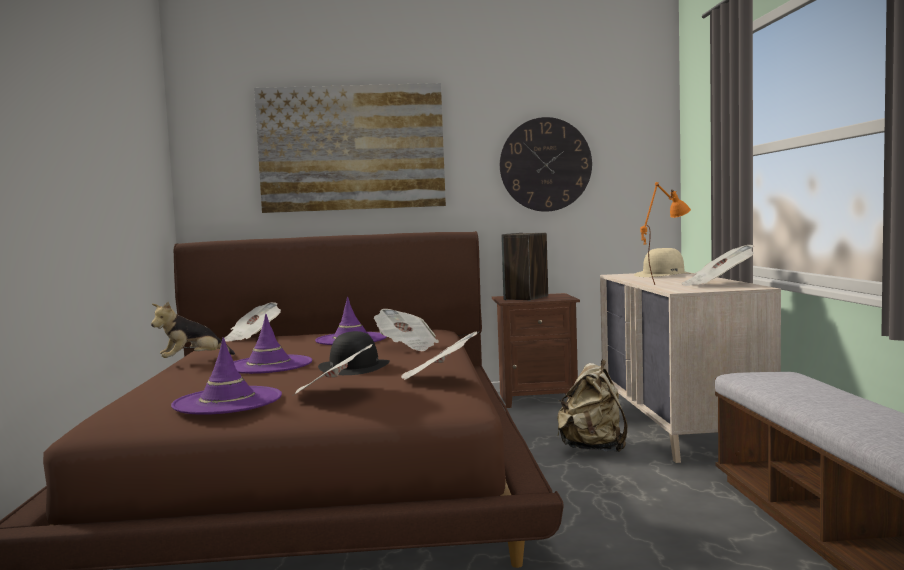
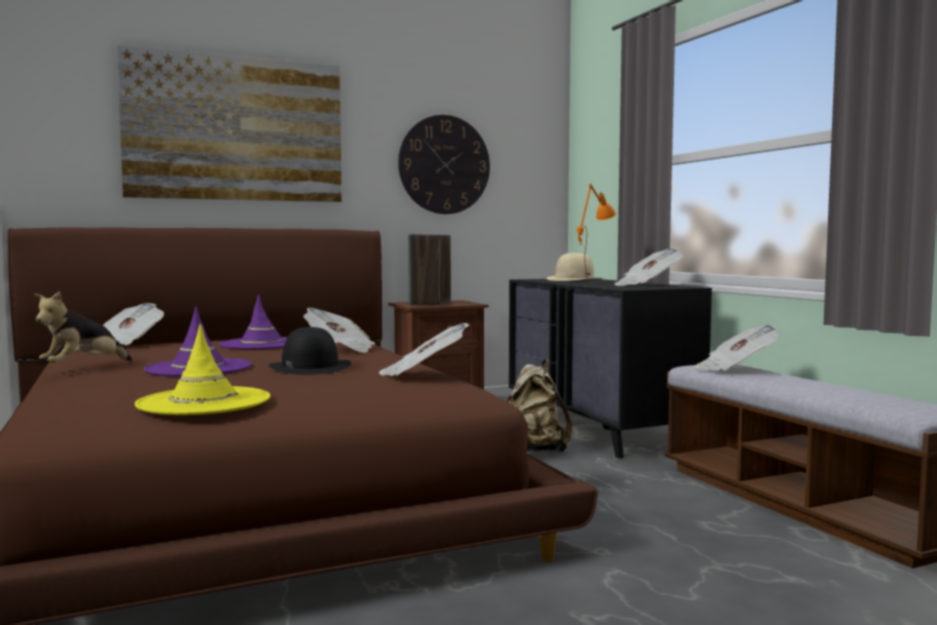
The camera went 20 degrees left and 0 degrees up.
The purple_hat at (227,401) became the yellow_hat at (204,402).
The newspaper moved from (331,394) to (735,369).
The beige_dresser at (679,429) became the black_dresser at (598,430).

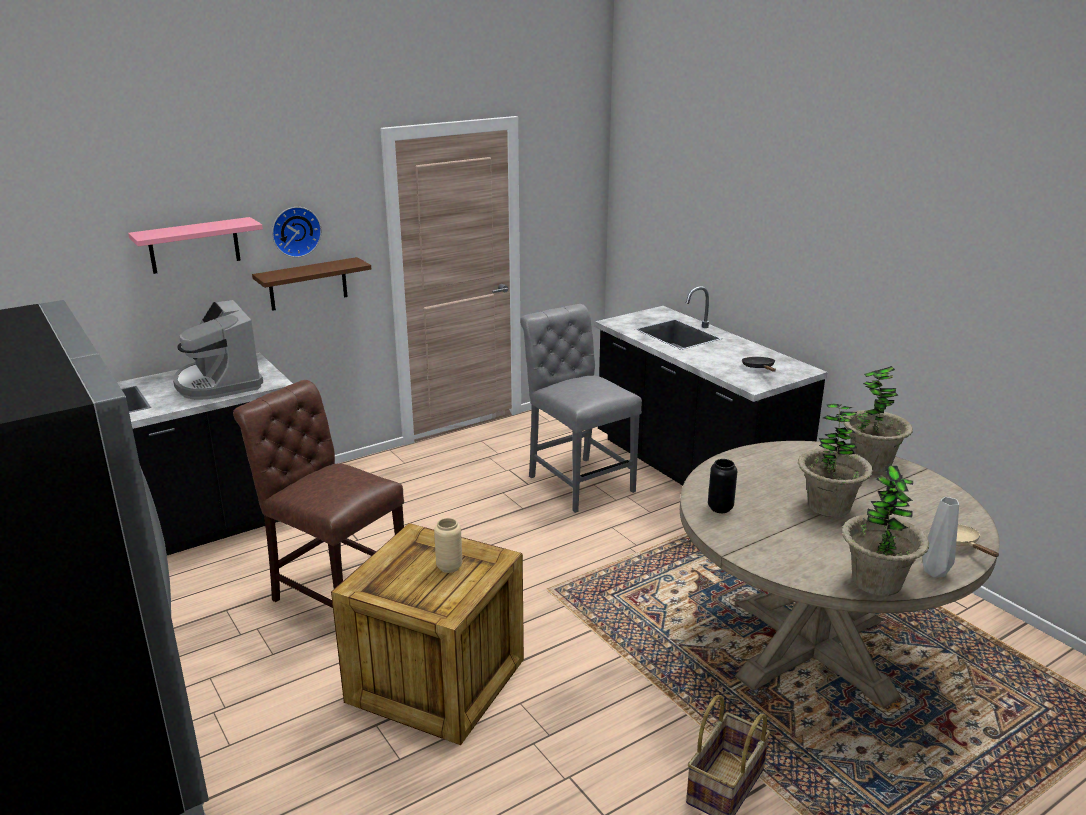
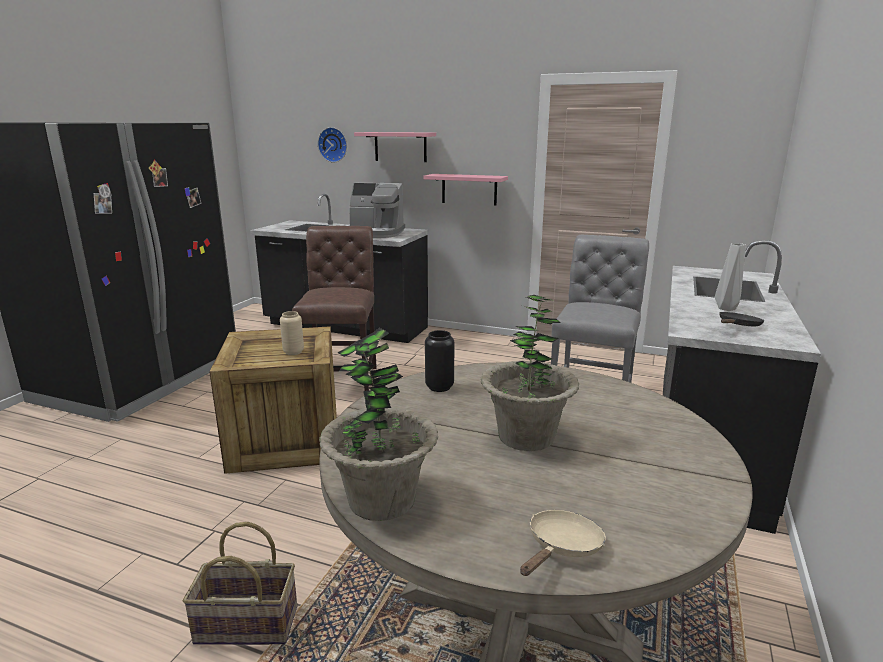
The camera went 55 degrees right and 5 degrees down.
The coffee_machine at (219,383) turned 105 degrees counterclockwise.
The brown_shelf at (308,284) became the pink_shelf at (469,189).
The wall_clock moved from (295,231) to (333,144).
The potted_plant at (871,463) disappeared.
The grey_vase moved from (935,571) to (727,308).

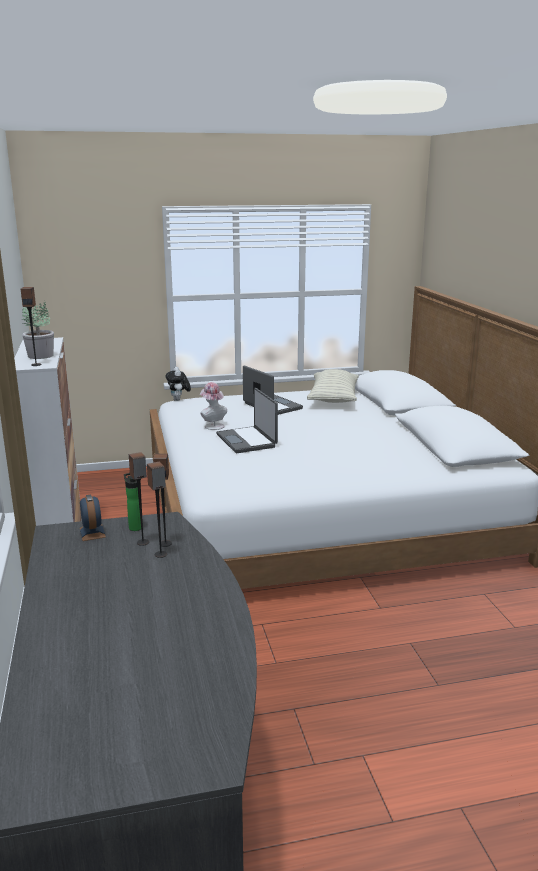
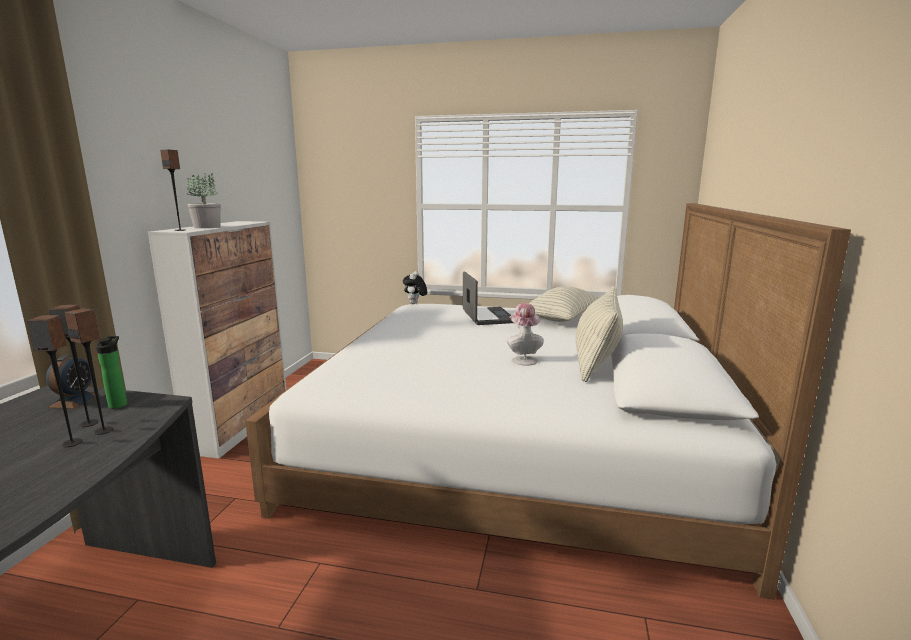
The camera went 25 degrees right and 5 degrees down.
The hat moved from (212,425) to (523,359).
The laptop at (247,441) disappeared.
The pillow at (596,361) appeared.

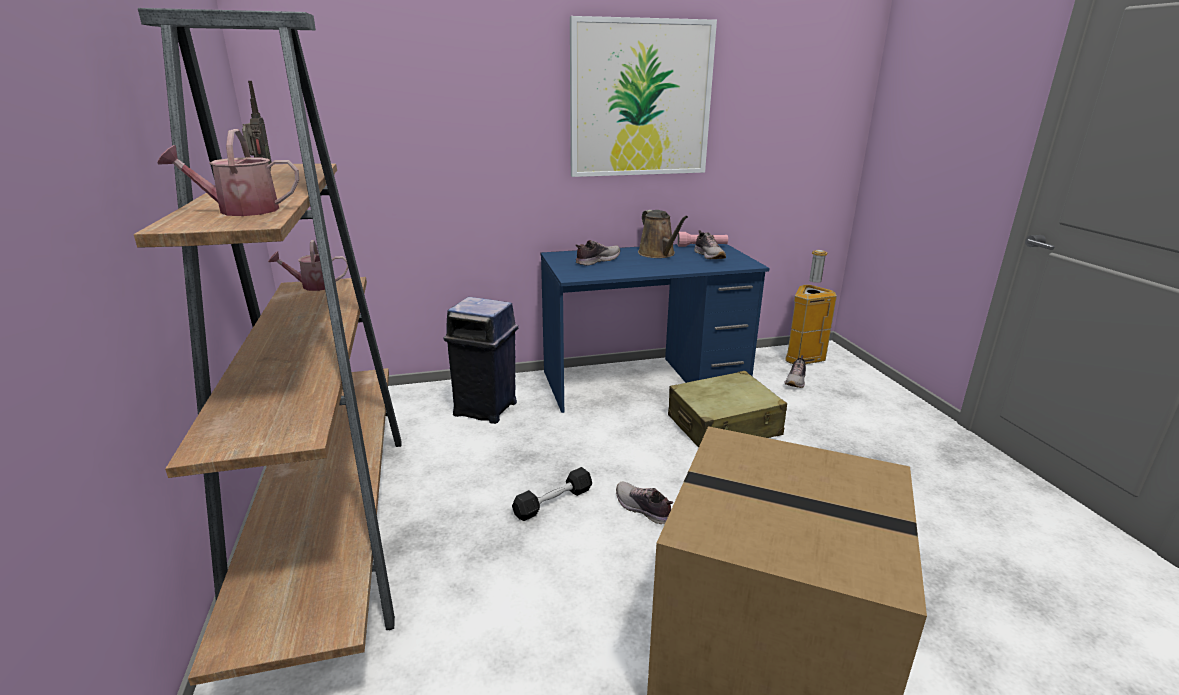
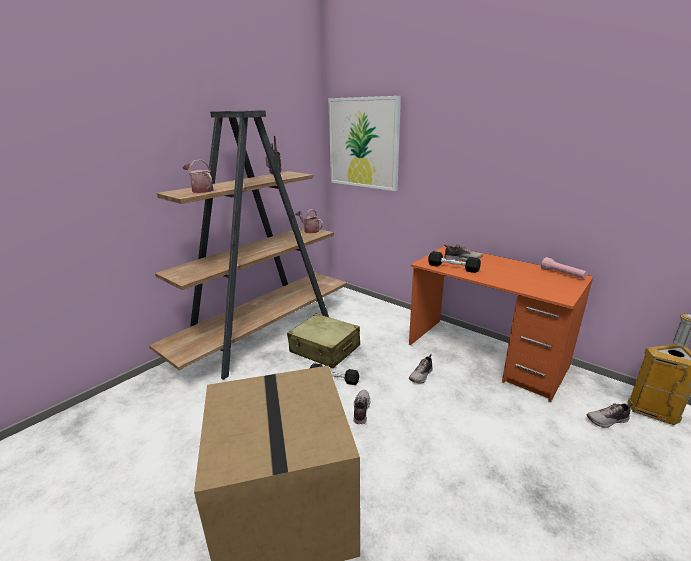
The camera went 55 degrees right and 0 degrees up.
The blue_trash_can at (486,409) disappeared.
The blue_desk at (644,381) became the orange_desk at (485,355).
The picture moved from (640,99) to (363,143).
The brown_watering_can at (658,254) disappeared.
The beige_suitcase moved from (724,426) to (325,349).
The shoe moved from (709,256) to (421,375).
The black_dumbbell at (453,267) appeared.

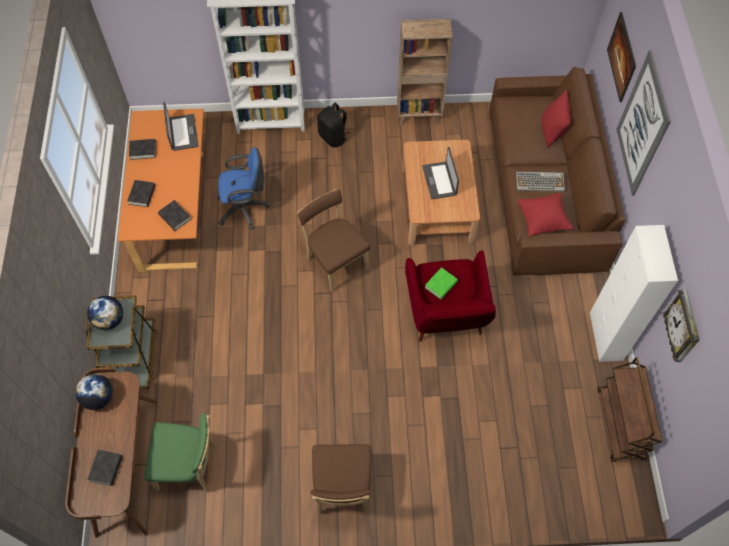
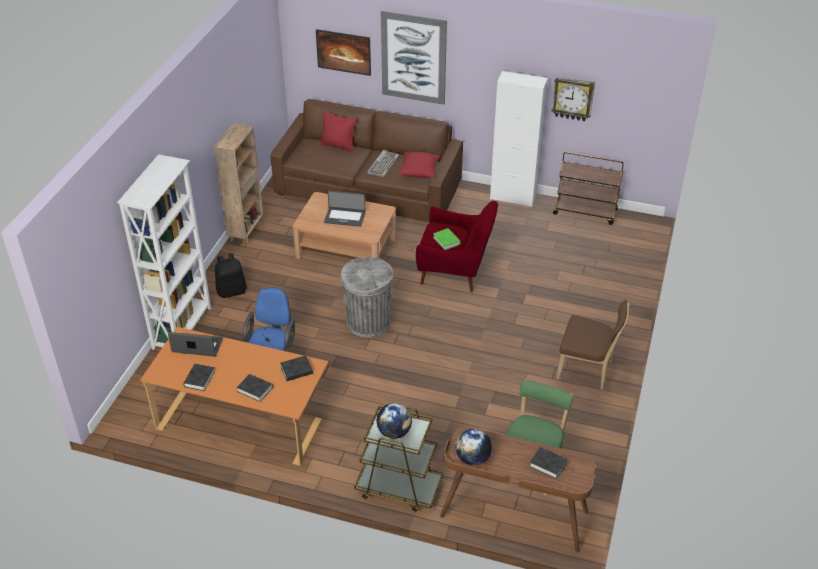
The camera went 70 degrees left and 20 degrees down.
The brown_chair at (335,261) was replaced by the grey_trash_can at (368,322).

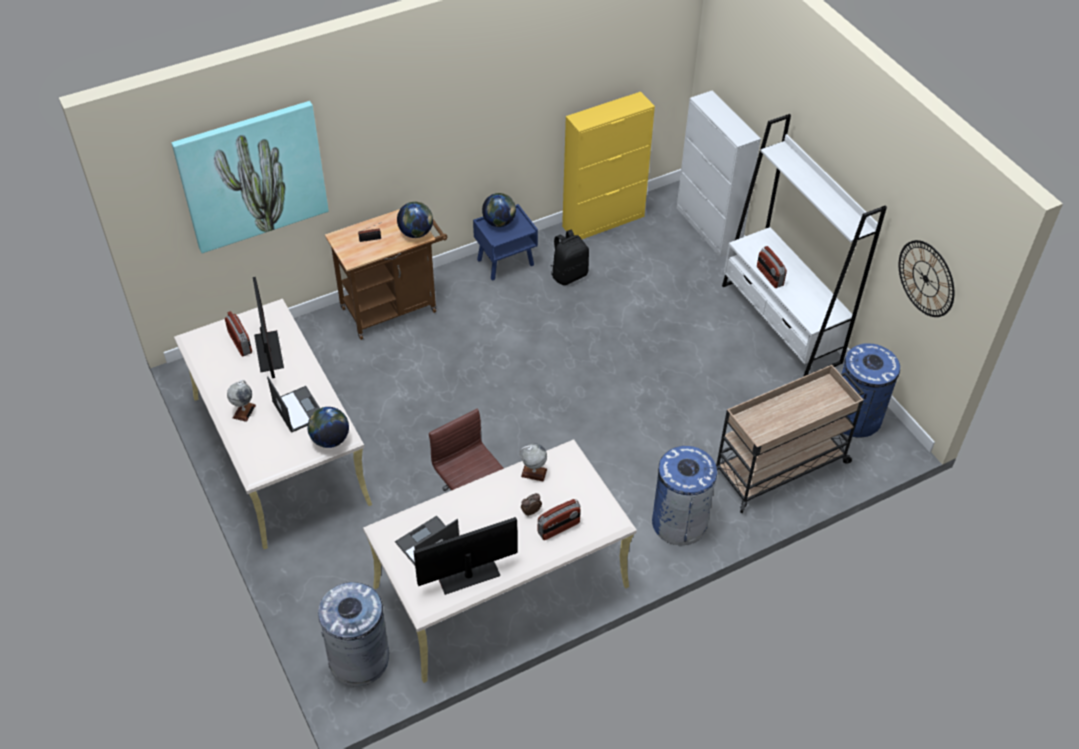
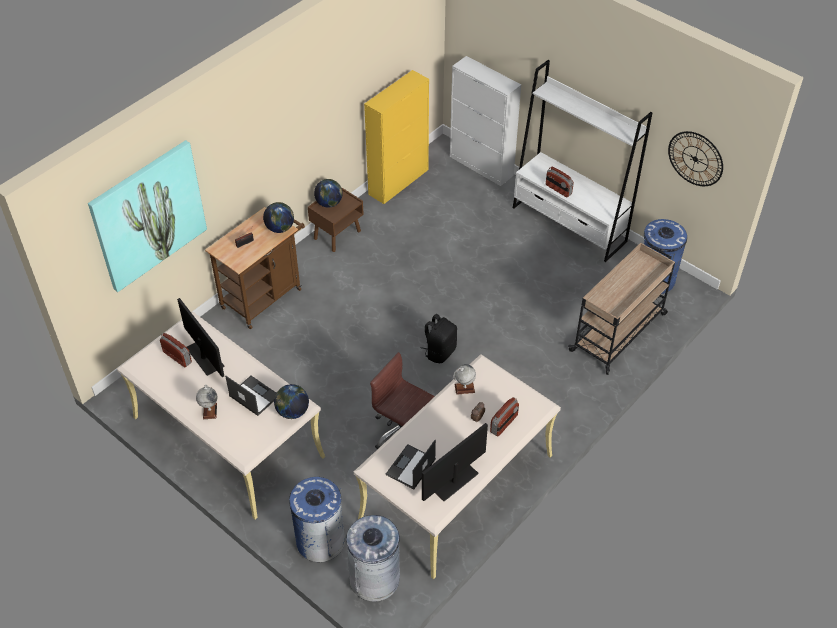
The camera went 20 degrees left and 0 degrees up.
The blue_nightstand at (506,262) became the brown_nightstand at (337,234).
The black_backpack moved from (569,275) to (440,352).
The blue_trash_can moved from (679,522) to (320,540).

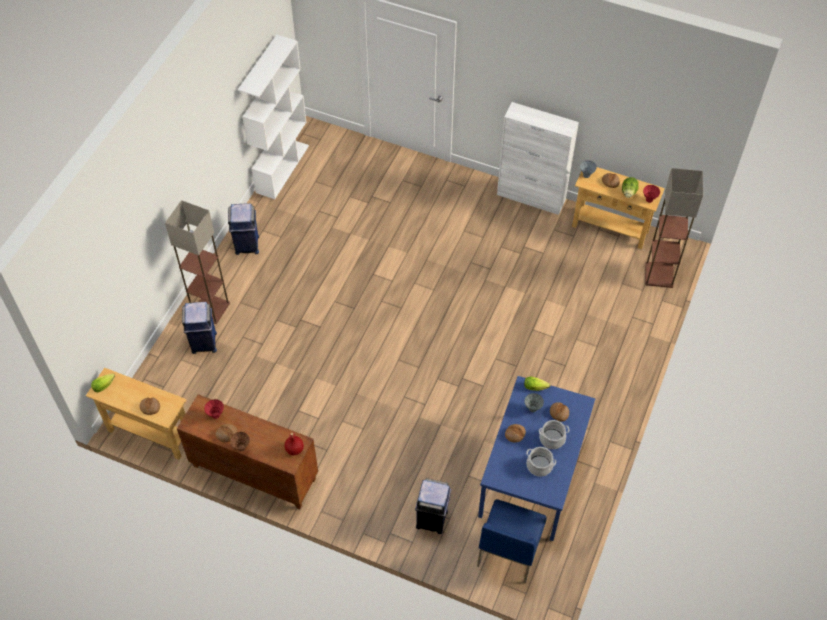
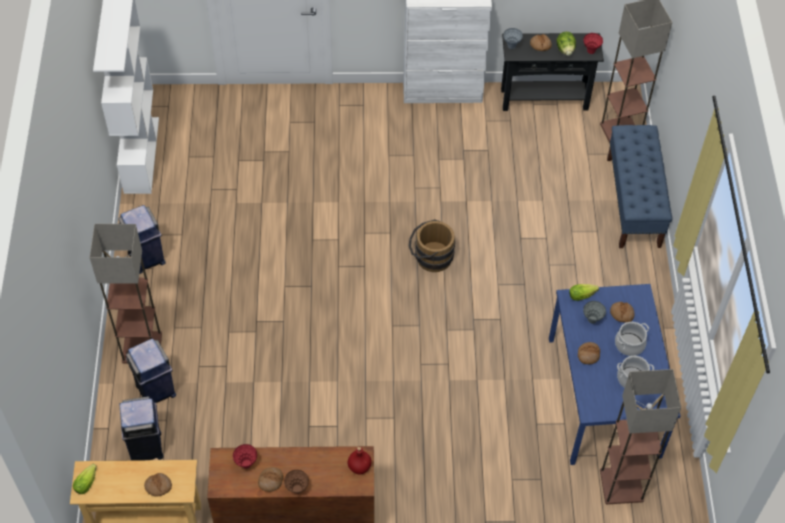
The camera went 25 degrees left and 0 degrees up.
The blue_trash_can moved from (432,519) to (147,447).
The blue_chair at (508,549) was replaced by the floor_lamp at (621,486).
The beige_console_table at (610,228) became the black_console_table at (544,99).
The brown_bucket at (430,257) appeared.
The blue_bench at (633,202) appeared.

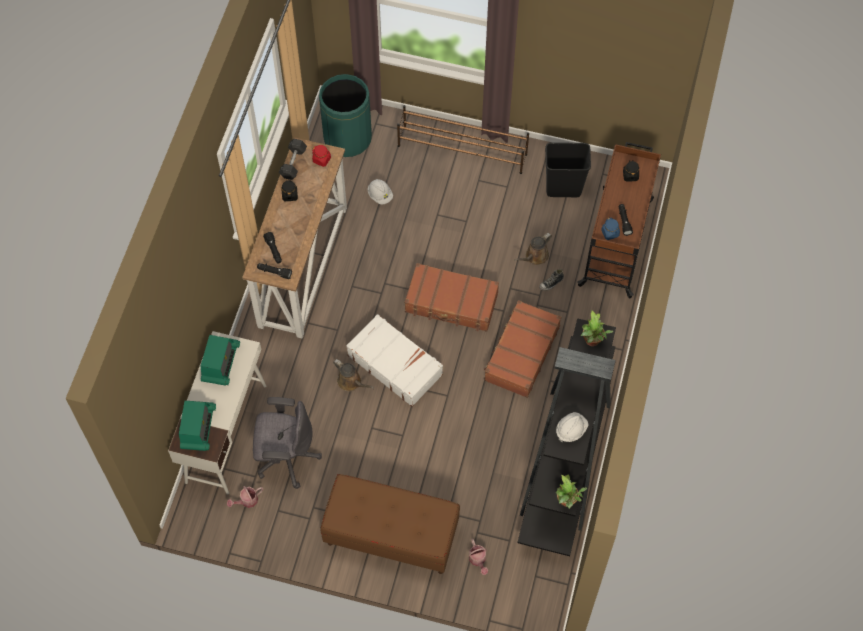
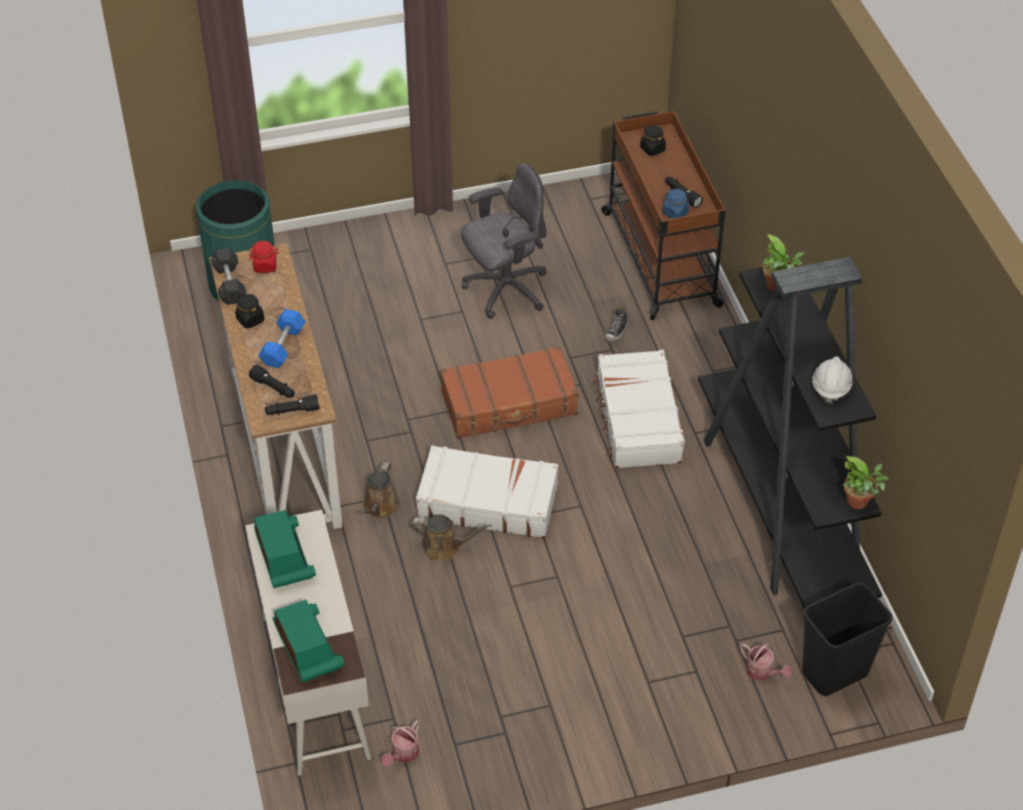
The camera went 30 degrees left and 15 degrees down.
The grey_office_chair moved from (286,457) to (505,290).
The brown_bench at (391,536) disappeared.
The white_hard_hat at (380,195) disappeared.
The brown_shoe_rack at (462,150) disappeared.
The brown_suitcase at (521,353) became the white_suitcase at (637,420).
The brown_watering_can moved from (535,256) to (380,507).
The black_trash_can moved from (563,188) to (835,674).
The blue_dumbbell at (283,346) appeared.

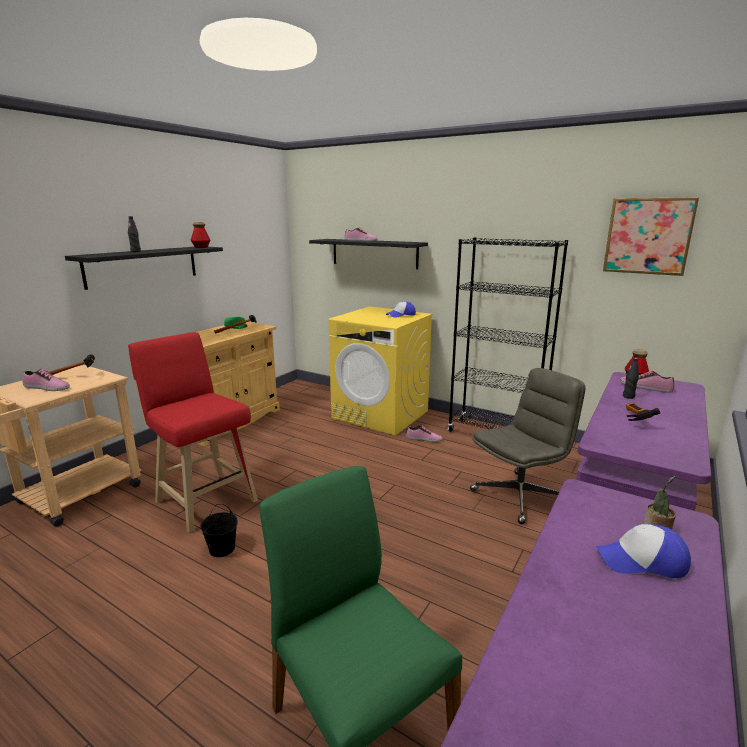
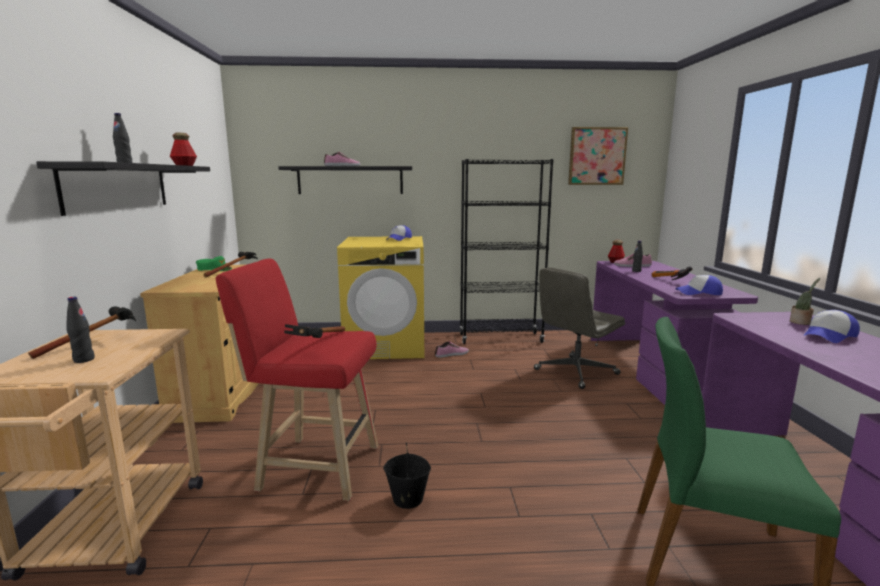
The camera went 35 degrees left and 5 degrees down.
The shoe at (46,388) was replaced by the black_bottle at (84,360).
The grey_office_chair at (519,496) turned 150 degrees counterclockwise.
The hammer at (318,345) appeared.
The cap at (699,293) appeared.

